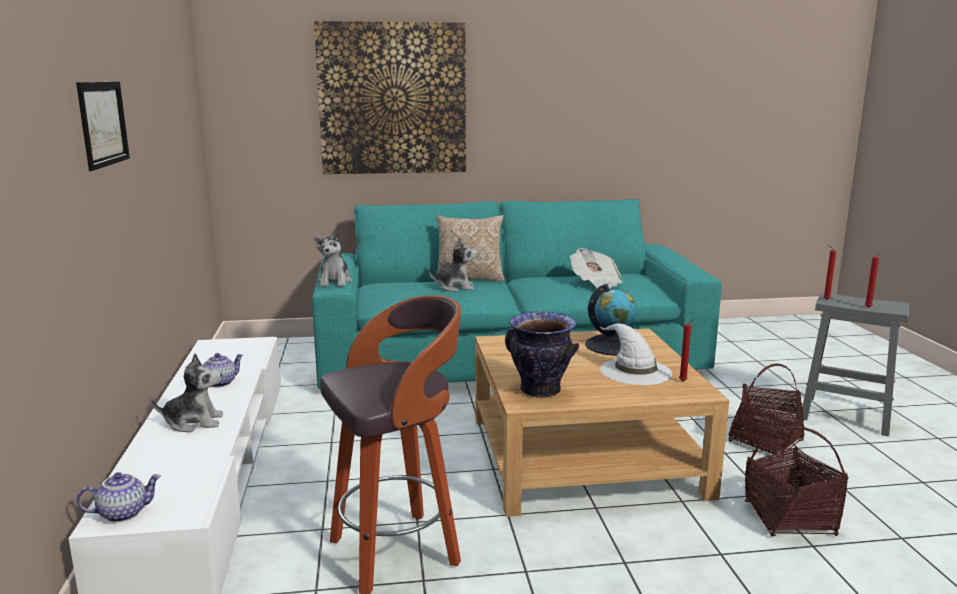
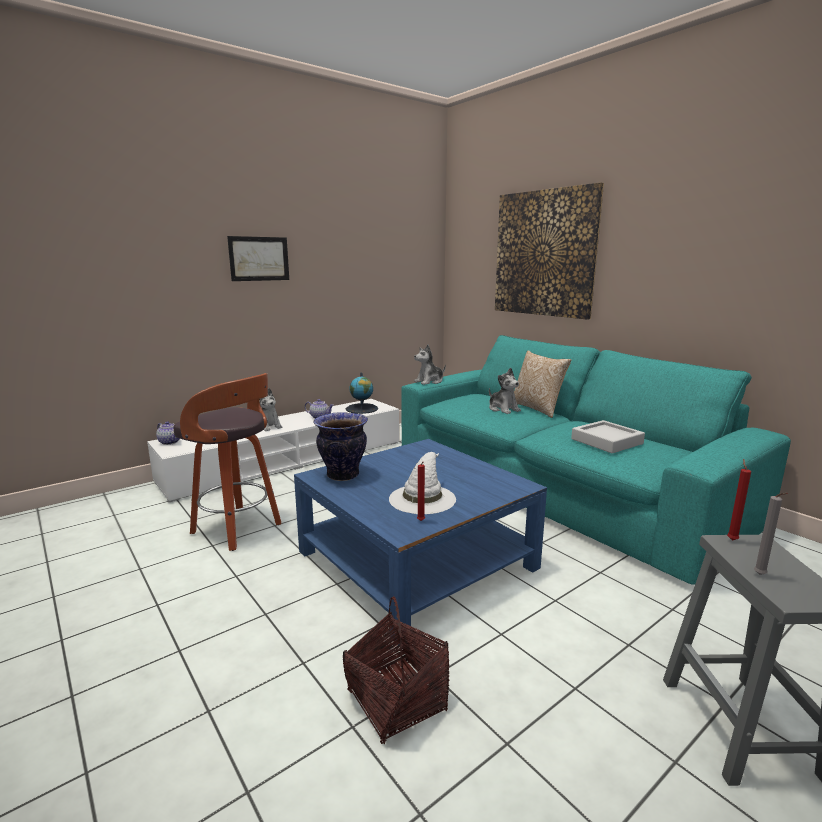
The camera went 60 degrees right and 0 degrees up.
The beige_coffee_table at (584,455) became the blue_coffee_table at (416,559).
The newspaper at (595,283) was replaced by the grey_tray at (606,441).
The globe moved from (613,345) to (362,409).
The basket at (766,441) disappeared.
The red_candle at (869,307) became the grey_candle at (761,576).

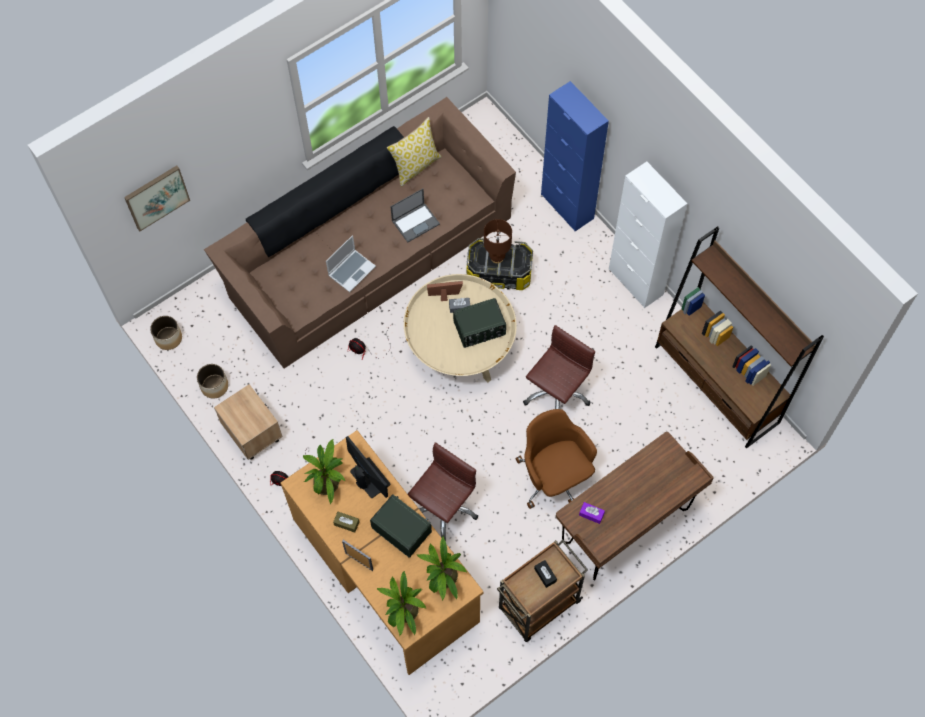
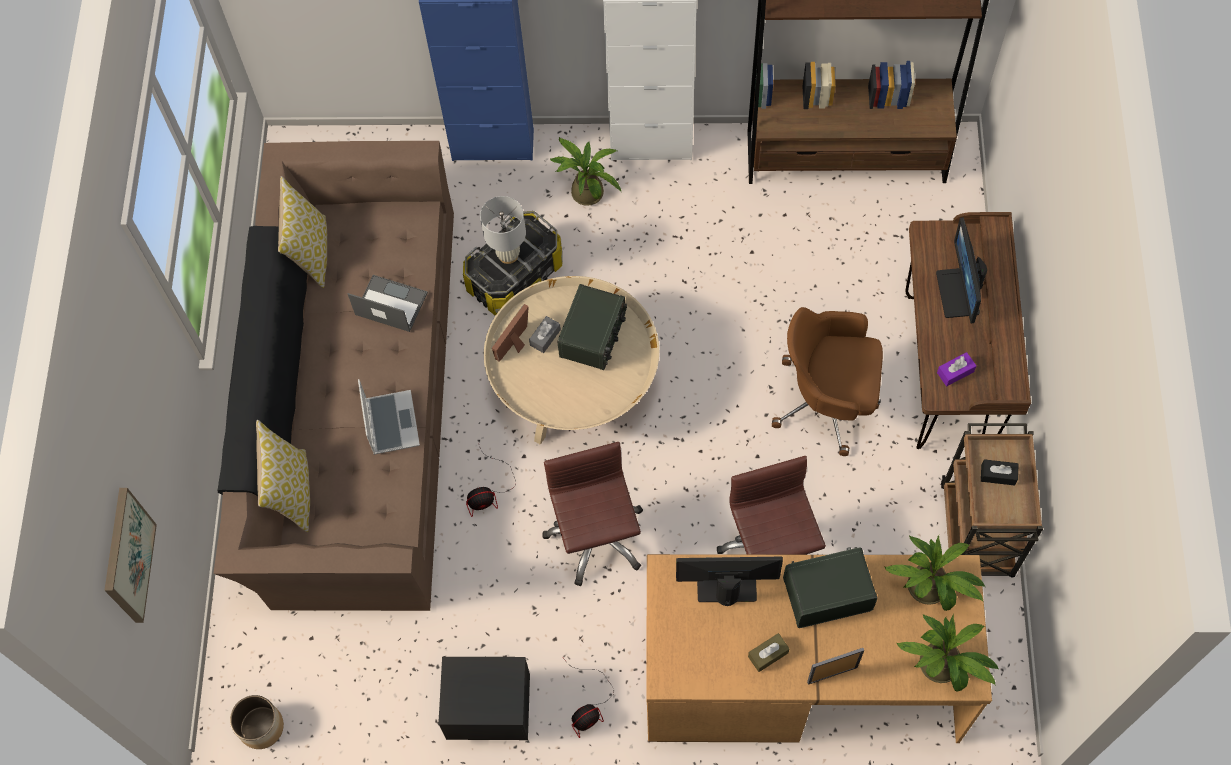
The camera went 50 degrees left and 0 degrees up.
The planter at (214,386) disappeared.
The beige_nightstand at (253,433) became the black_nightstand at (489,711).
The potted_plant moved from (328,481) to (586,189).
The laptop at (416,222) turned 75 degrees counterclockwise.
The brown_table_lamp at (497,257) became the white_table_lamp at (508,255).
The brown_office_chair moved from (556,394) to (596,537).
The pillow at (291,491) appeared.
The monitor at (959,293) appeared.

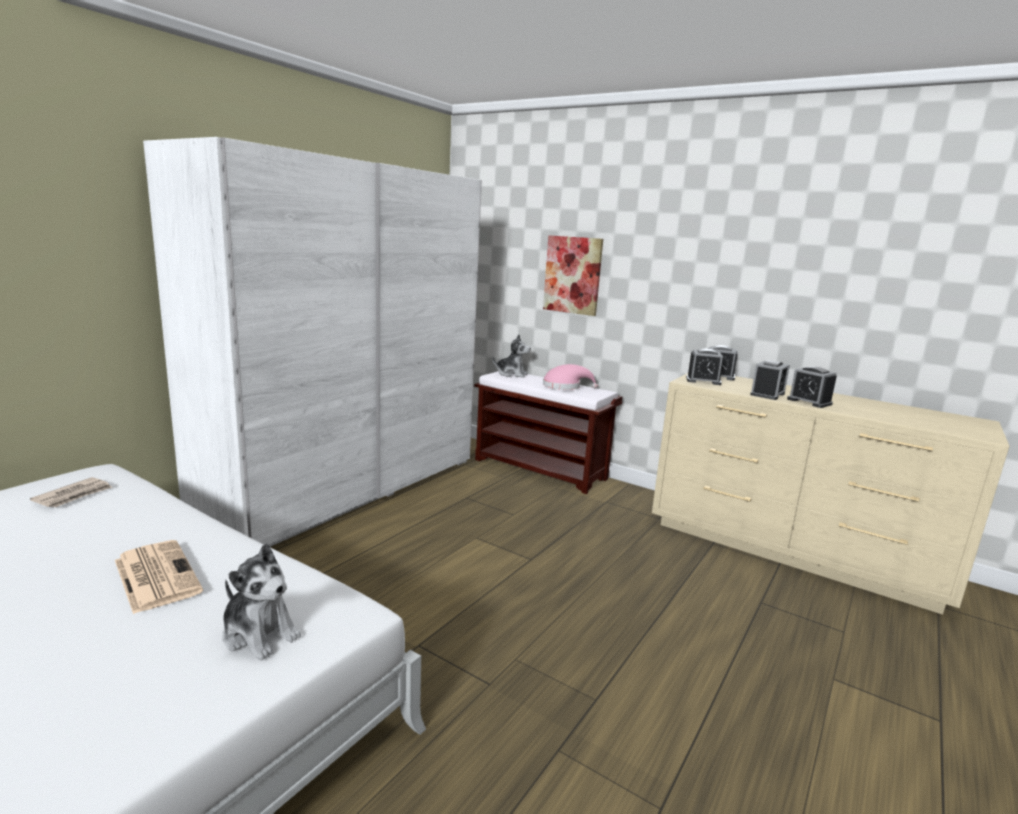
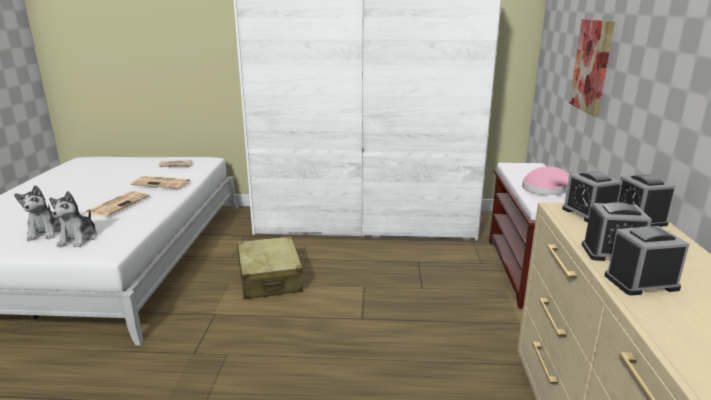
The camera went 60 degrees right and 5 degrees up.
The plush_toy moved from (511,374) to (45,232).
The alarm_clock at (809,402) turned 60 degrees clockwise.
The newspaper at (162,183) appeared.
The beige_suitcase at (270,278) appeared.

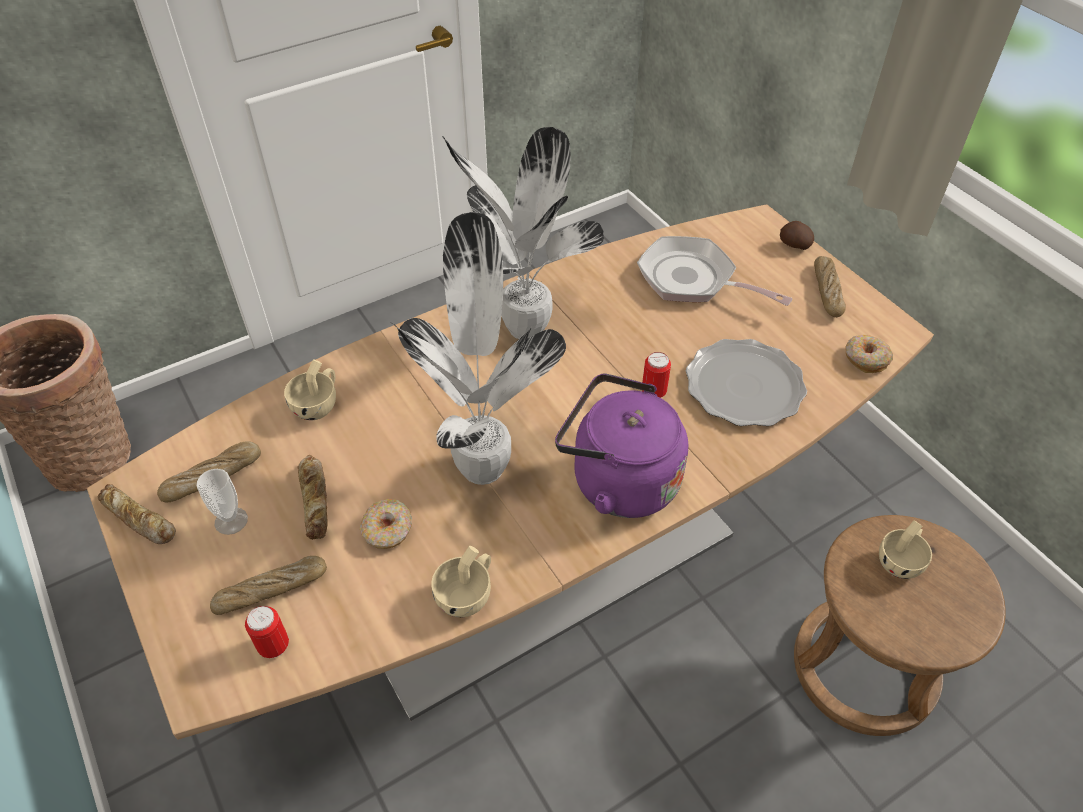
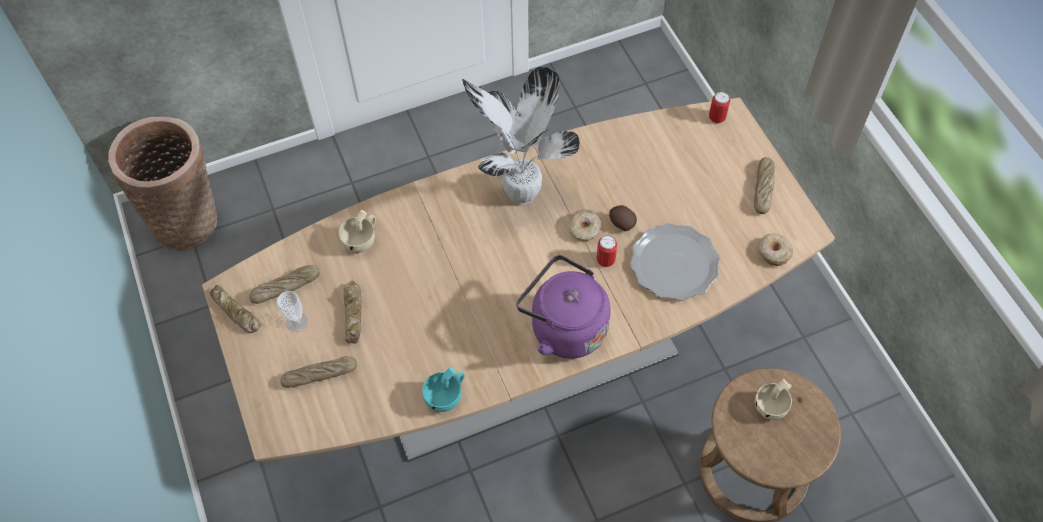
The camera went 10 degrees right and 10 degrees up.
The can moved from (274,646) to (717,118).
The donut moved from (388,530) to (584,229).
The potted_plant at (483,464) disappeared.
The beige_cup at (467,594) became the turquoise_cup at (446,396).
The frying_pan at (693,280) disappeared.
The potato moved from (794,245) to (621,223).

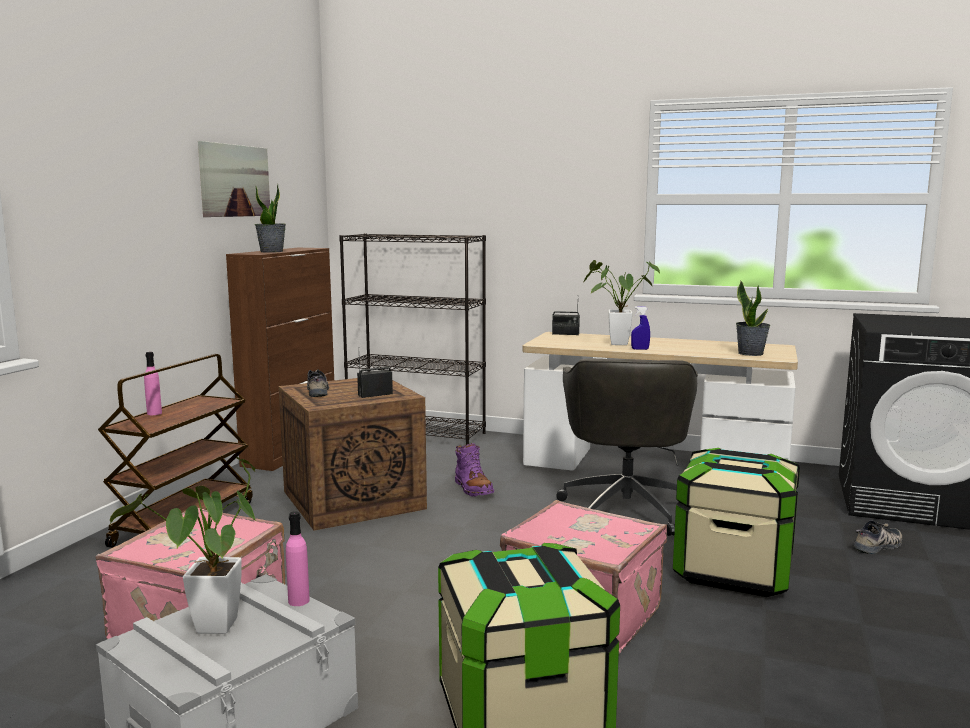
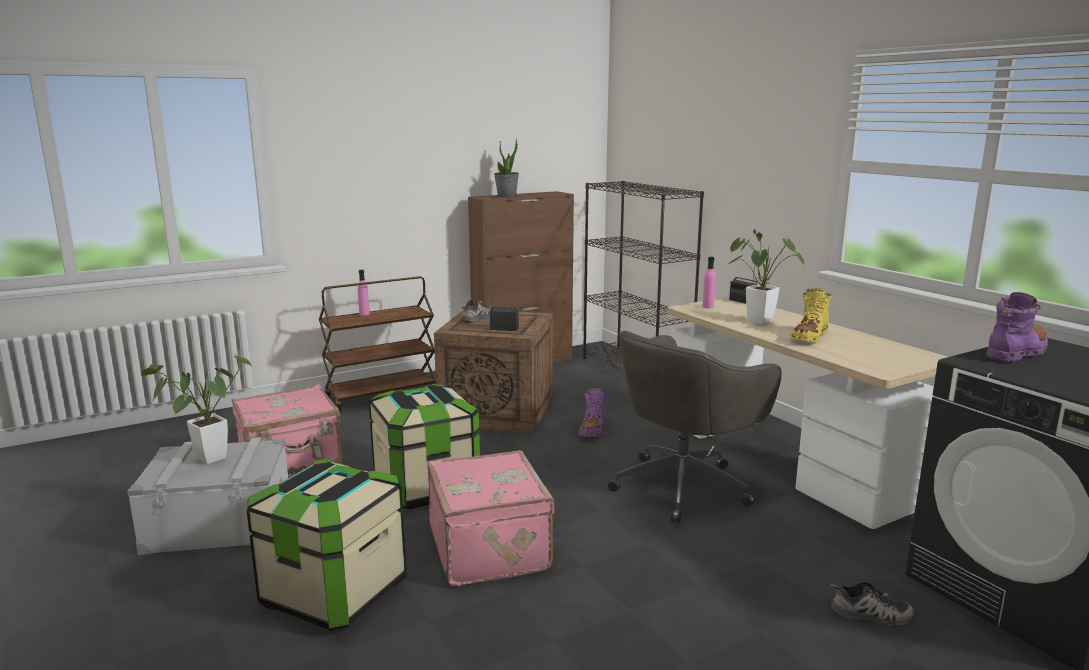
The camera went 40 degrees right and 5 degrees up.
The picture at (235,180) disappeared.
The pink_bottle moved from (298,601) to (708,307).
The blue_spray_bottle at (640,349) disappeared.
The storage_box moved from (733,571) to (426,486).
The potted_plant at (750,353) disappeared.
The yellow_boot at (809,337) appeared.
The purple_boot at (1016,353) appeared.

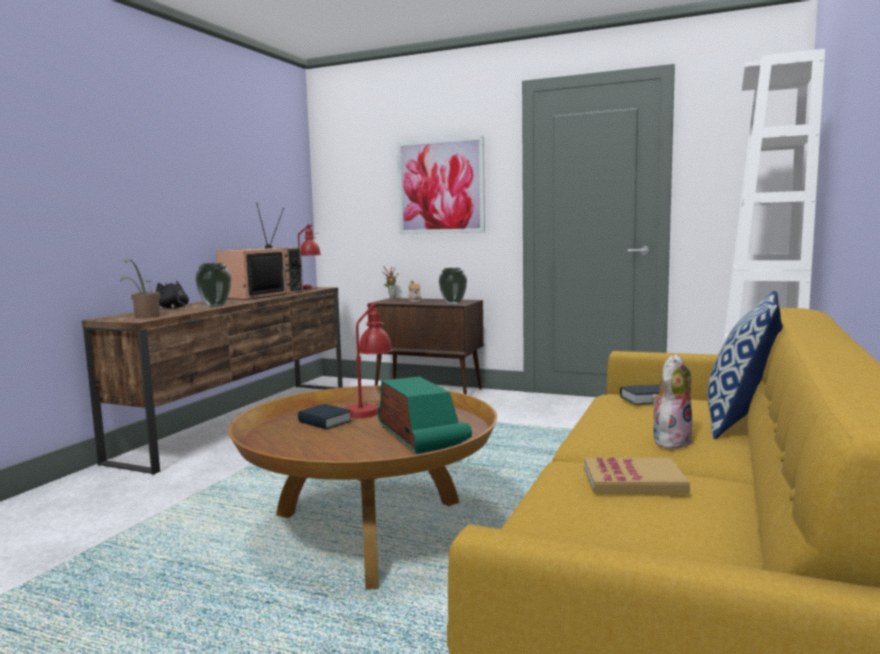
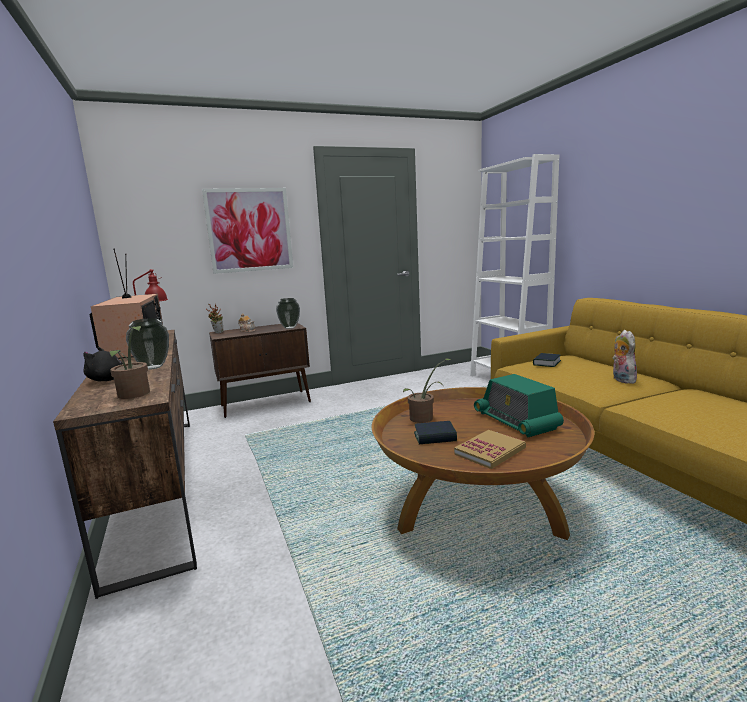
The camera went 45 degrees left and 5 degrees up.
The red_table_lamp at (368,408) was replaced by the potted_plant at (425,418).
The radio at (421,436) turned 135 degrees counterclockwise.
The book moved from (633,481) to (490,451).
The pillow at (742,422) disappeared.

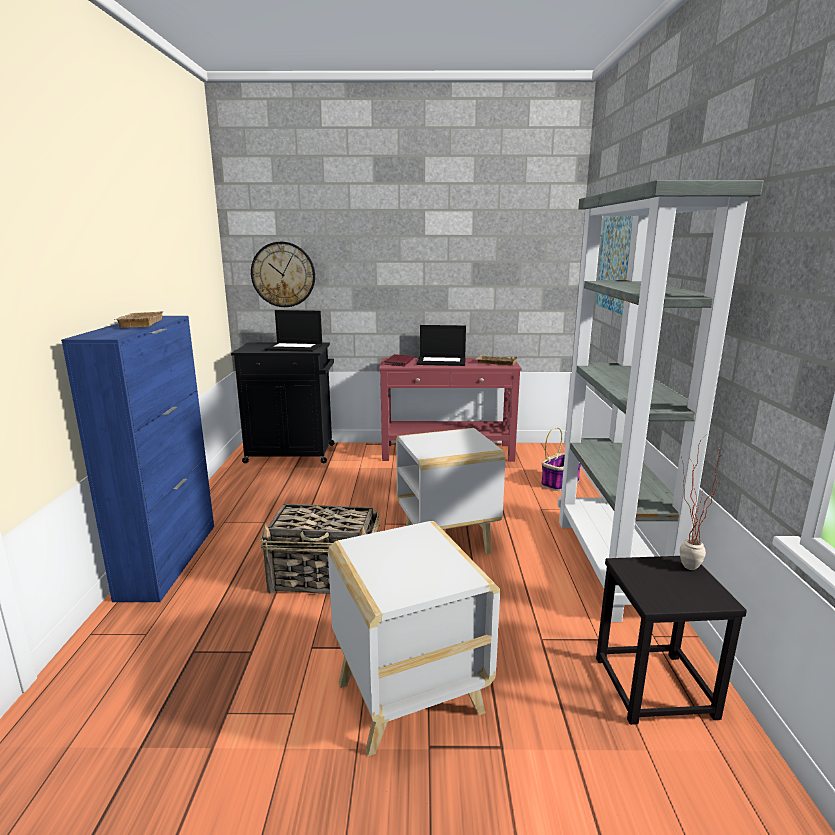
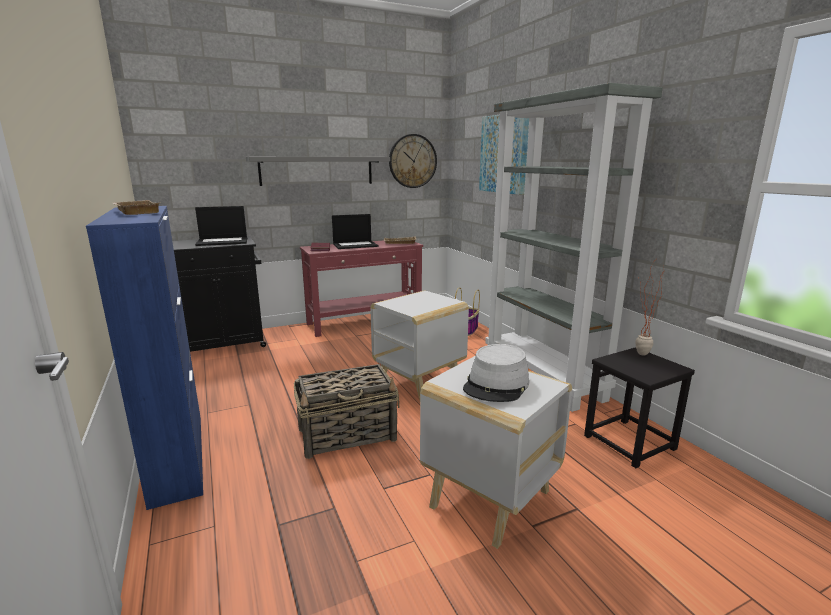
The camera went 25 degrees left and 0 degrees up.
The wall_clock moved from (283,274) to (412,161).
The grey_shelf at (317,170) appeared.
The grey_hat at (496,384) appeared.

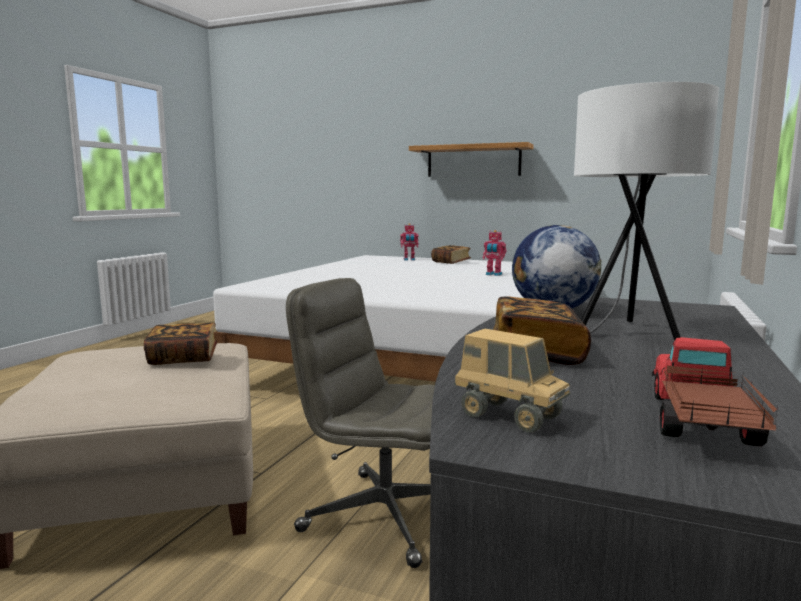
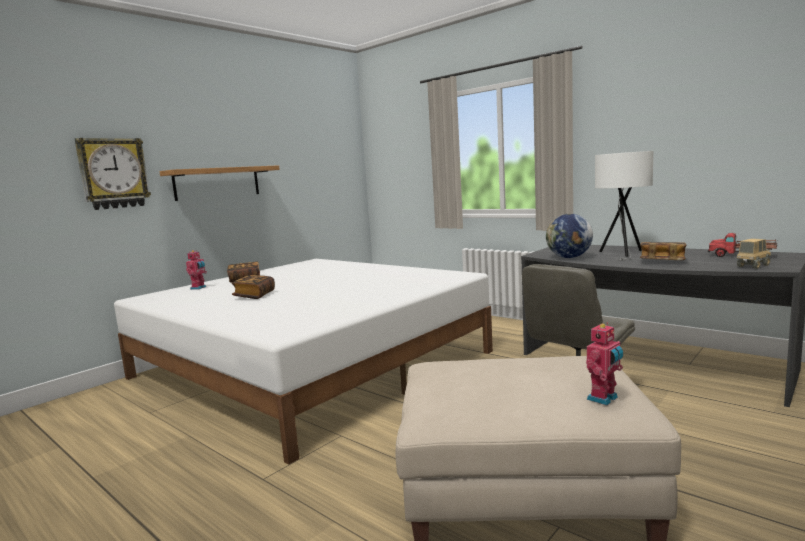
The camera went 70 degrees left and 0 degrees up.
The book moved from (183,358) to (254,295).
The toy_robot moved from (493,274) to (604,399).
The wall_clock at (113,173) appeared.

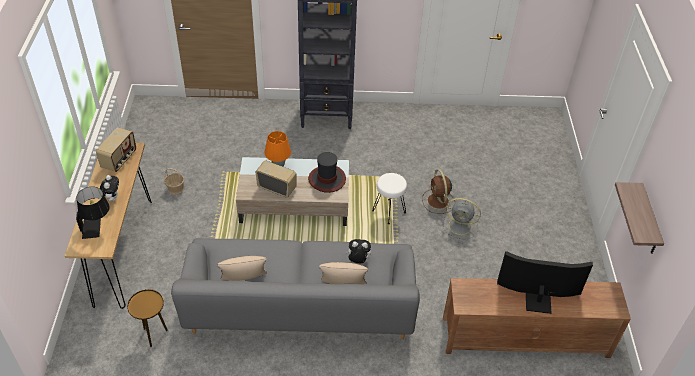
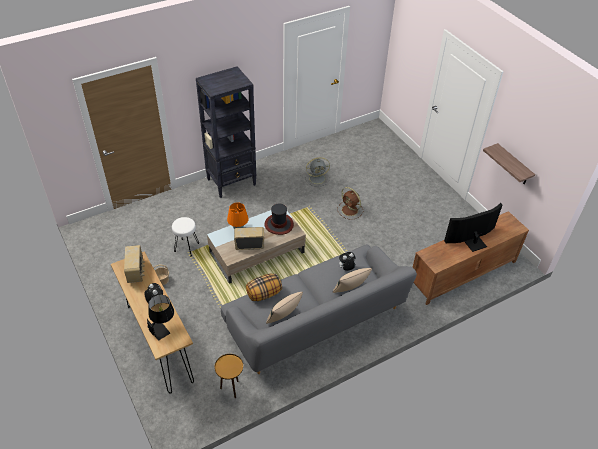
The camera went 30 degrees left and 0 degrees up.
The white_stool moved from (389,212) to (187,247).
The grey_fan moved from (461,226) to (318,178).
The pillow at (264,294) appeared.

